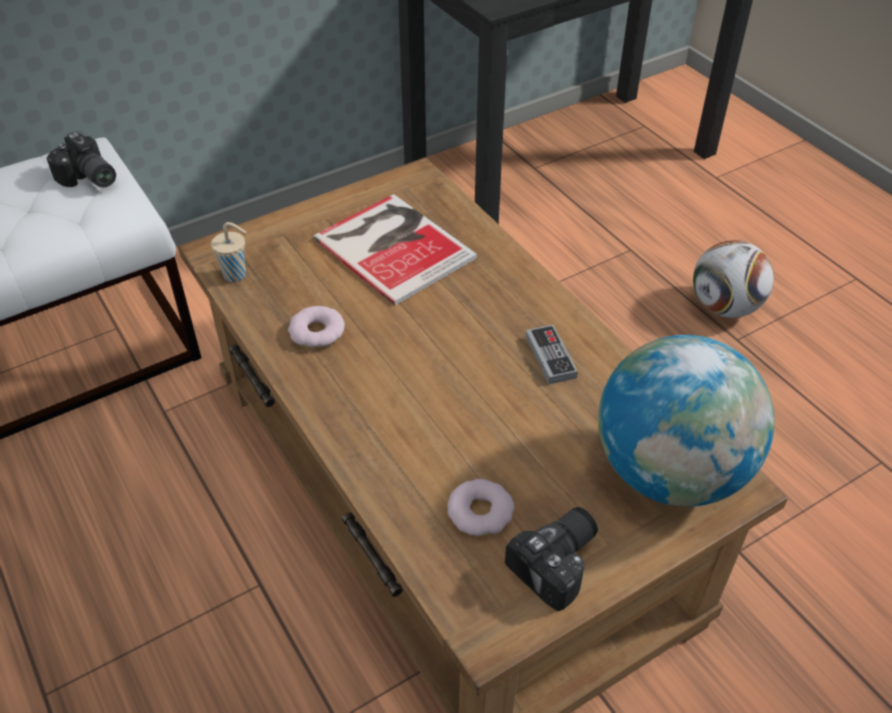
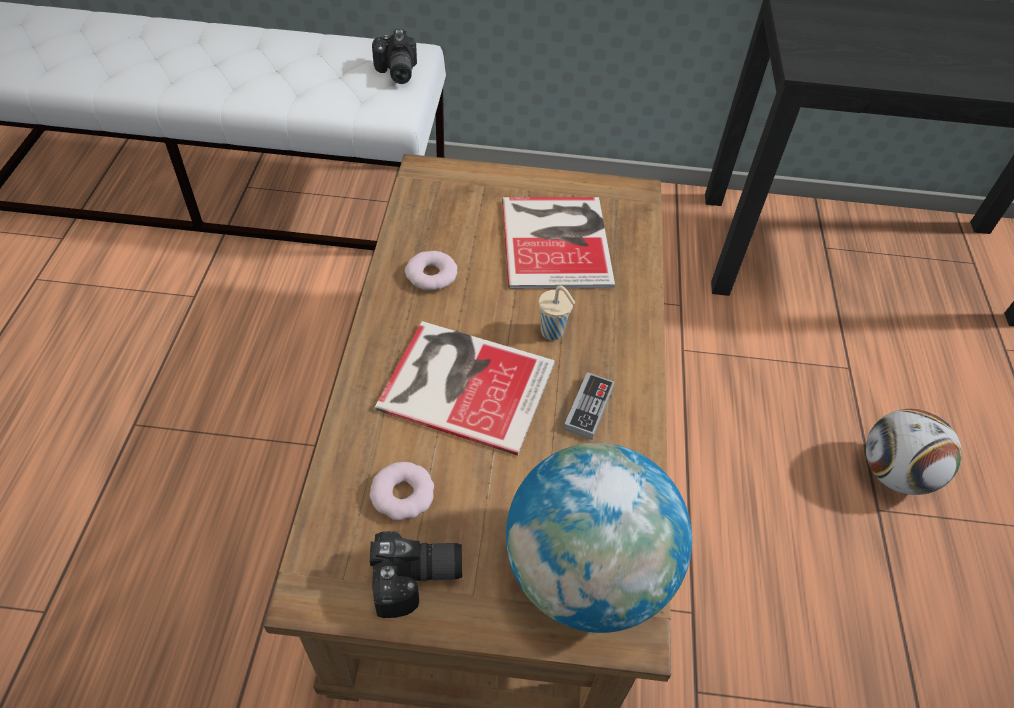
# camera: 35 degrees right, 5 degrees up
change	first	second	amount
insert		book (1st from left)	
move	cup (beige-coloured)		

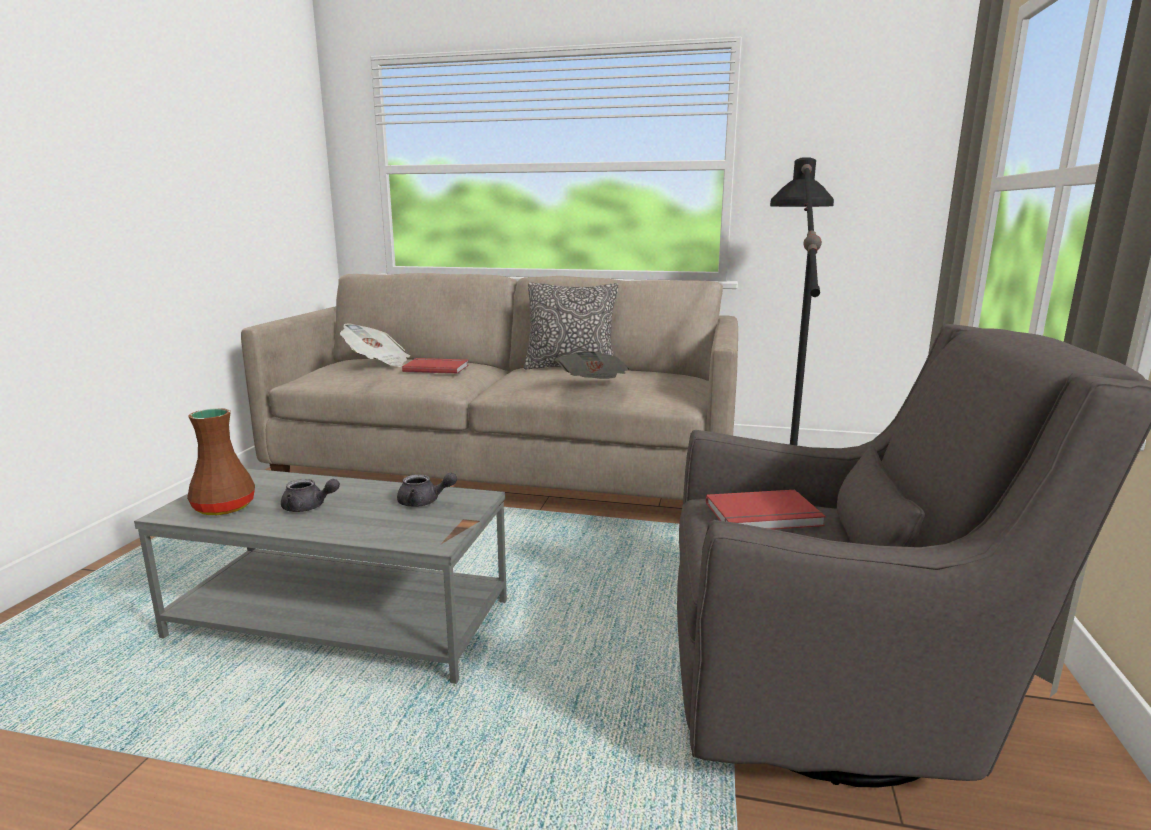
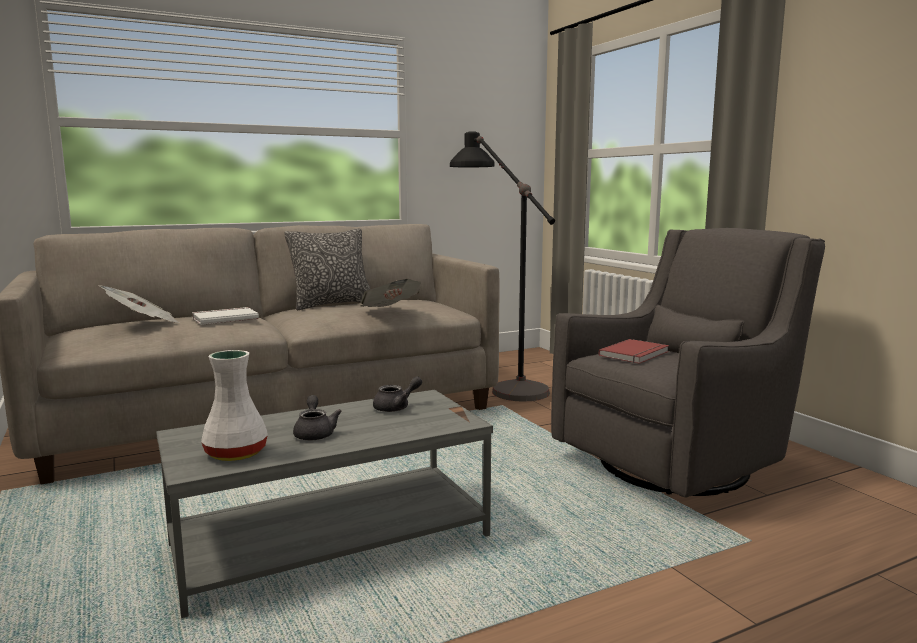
# camera: 40 degrees left, 5 degrees down
change	first	second	amount
recolor	vase (brownish)	vase (whitish)	
recolor	book (reddish) (1st from left)	book (whitish)	
rotate	pot for tea (greyish) (1st from left)		75 degrees counterclockwise

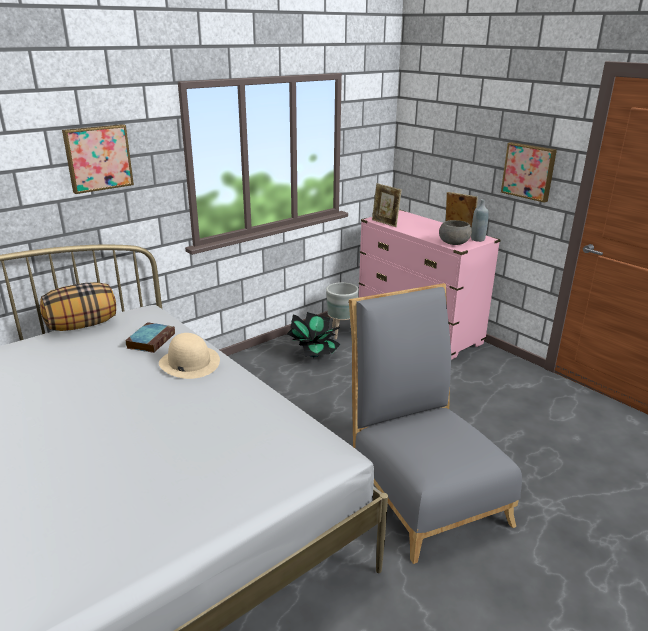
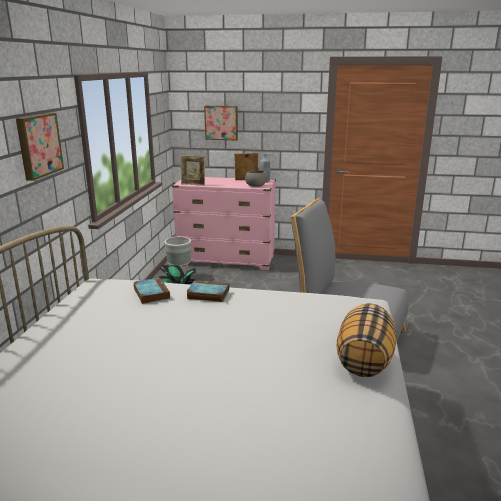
# camera: 40 degrees left, 5 degrees down
change	first	second	amount
move	throw pillow		
move	wall picture (2nd from left)		
replace	clothing hat (beige-coloured)	book (2nd from left)	

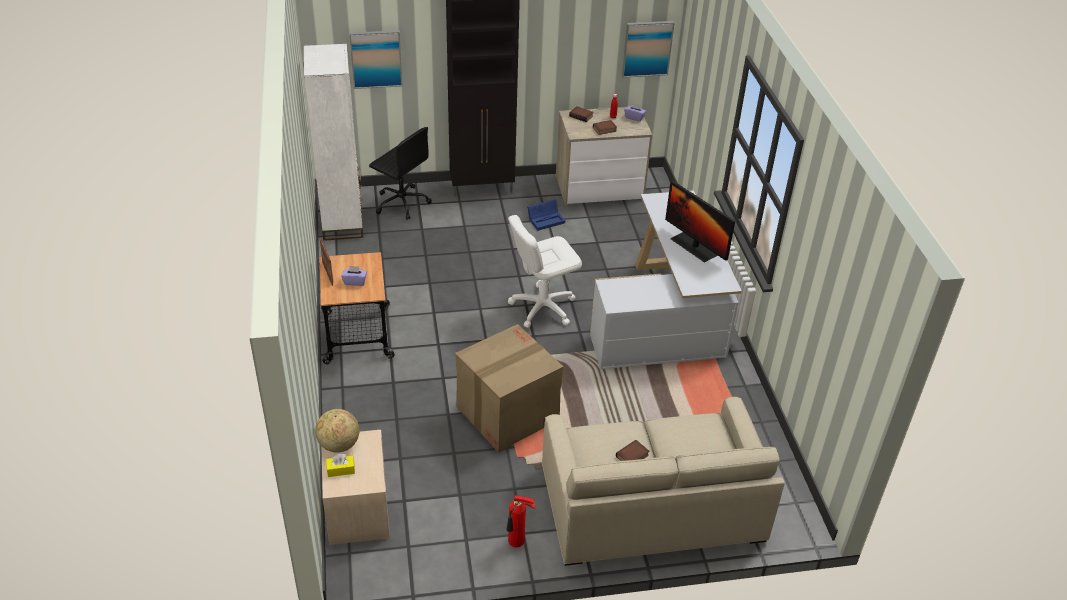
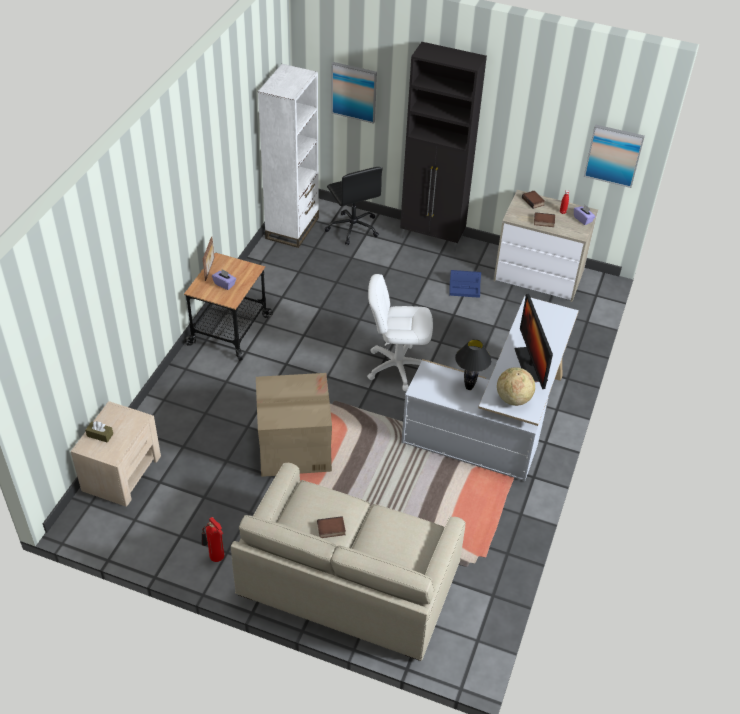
# camera: 30 degrees right, 5 degrees up
change	first	second	amount
insert		lamp for a table (black)	
move	globe		
recolor	tissue box (yellow)	tissue box (brownish)	

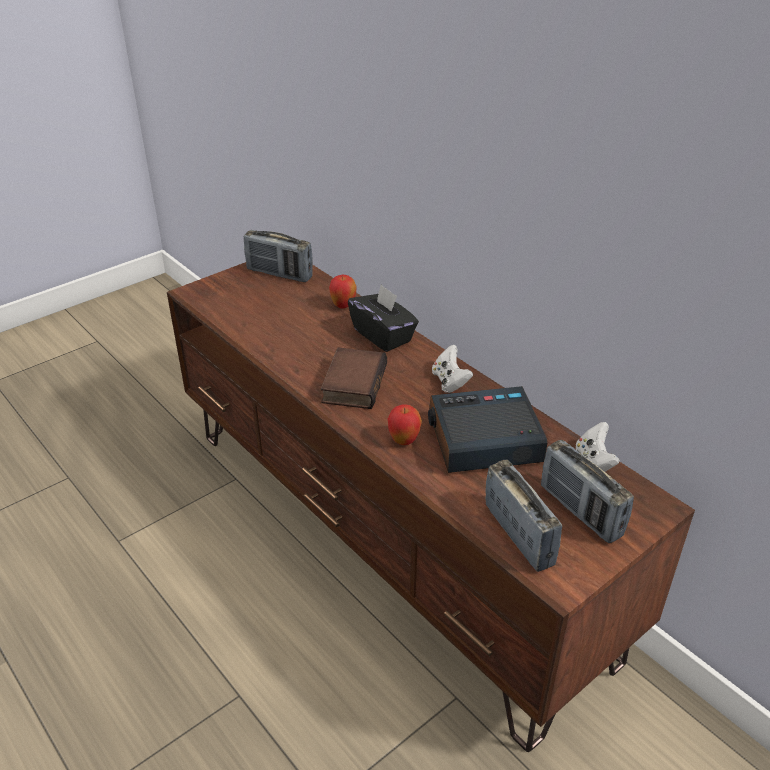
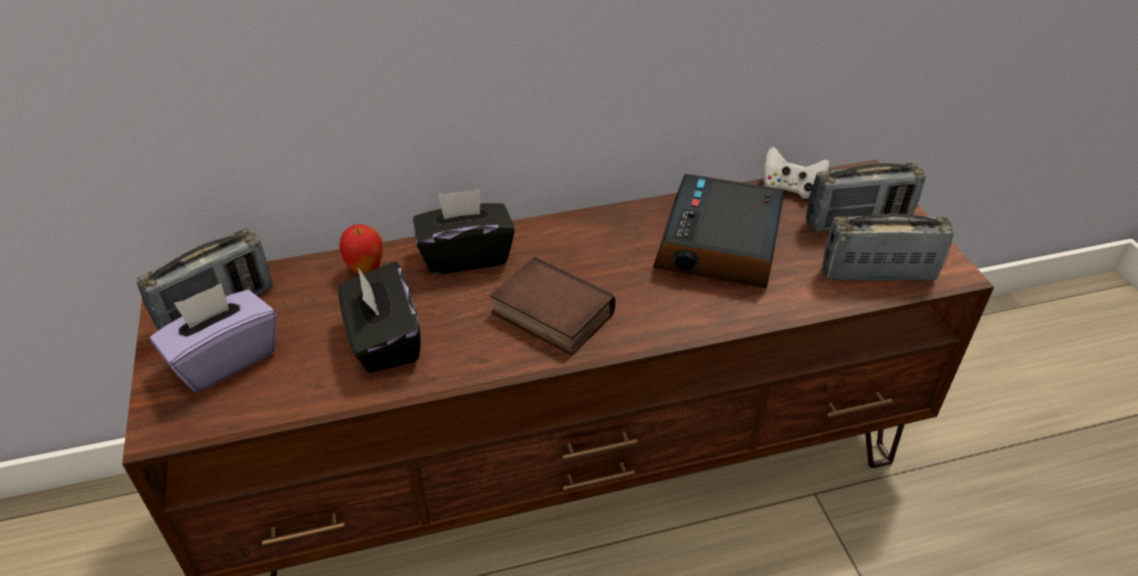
# camera: 65 degrees left, 5 degrees up
change	first	second	amount
delete	apple fruit (2nd from left)		
delete	gamepad (whitish) (1st from left)		
insert		tissue box (purple)	
insert		tissue box (black) (1st from left)	

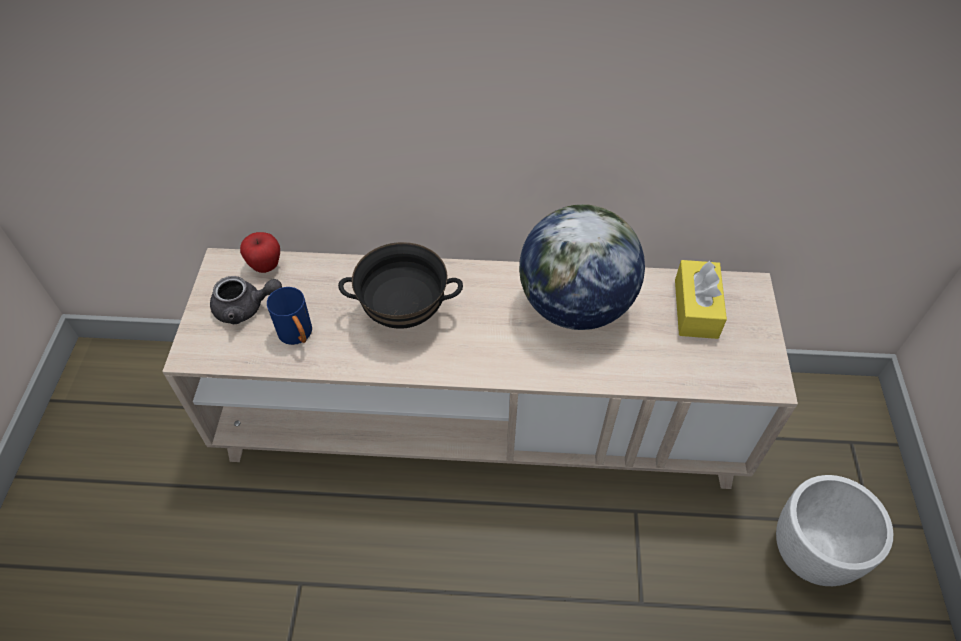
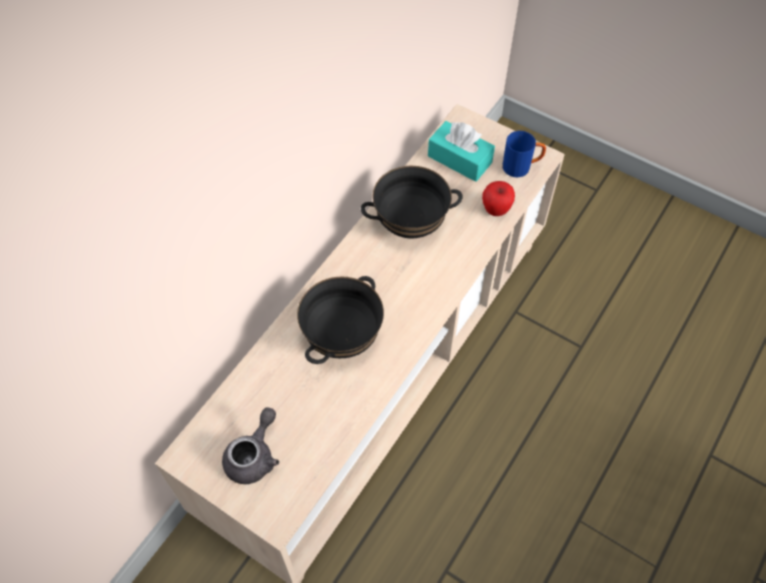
# camera: 60 degrees left, 5 degrees up
change	first	second	amount
delete	planter (whitish)		
move	apple fruit		
move	tea mug (blue-coloured)		
replace	globe	deep dish (black) (2nd from left)	
recolor	tissue box (yellow)	tissue box (turquoise-coloured)	

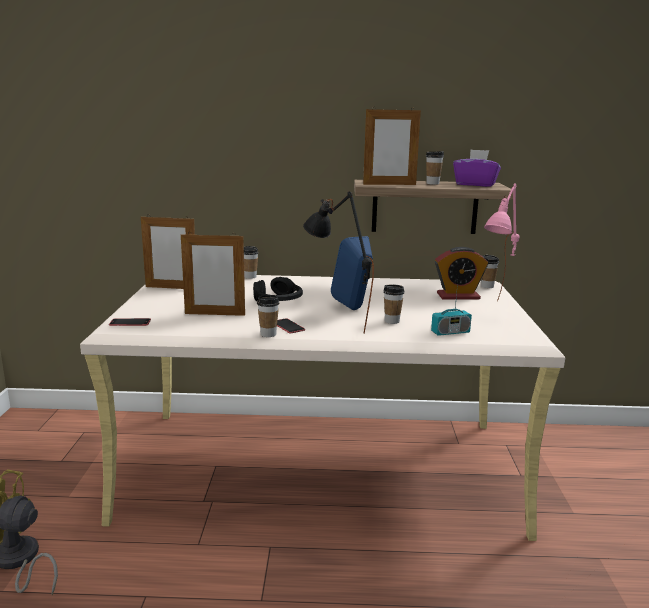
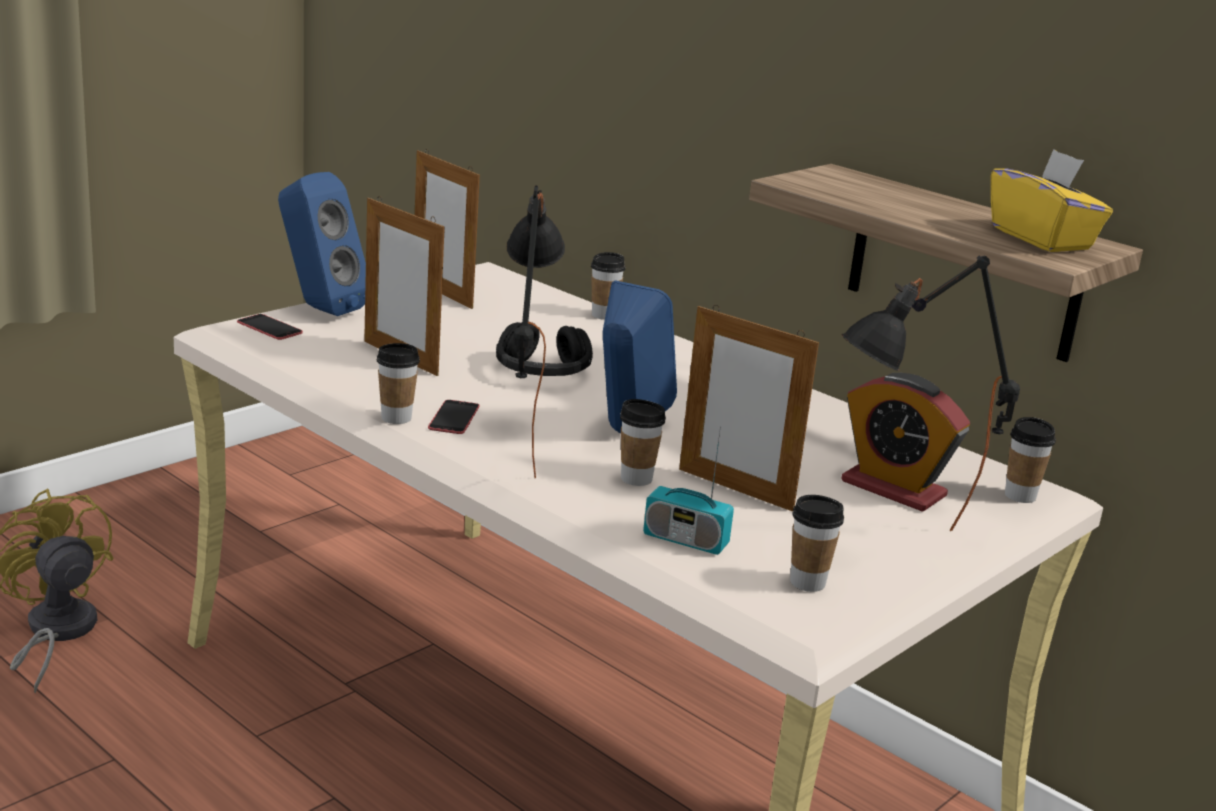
# camera: 40 degrees right, 5 degrees up
change	first	second	amount
insert		audio speaker (blue-coloured) (1st from left)	
move	picture frame (3rd from left)		
move	cup (4th from left)		
recolor	tissue box (purple)	tissue box (yellow)	
recolor	lamp for a table (pink)	lamp for a table (black) (2nd from left)	

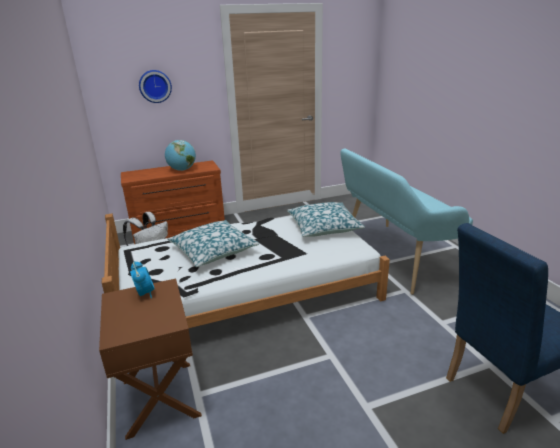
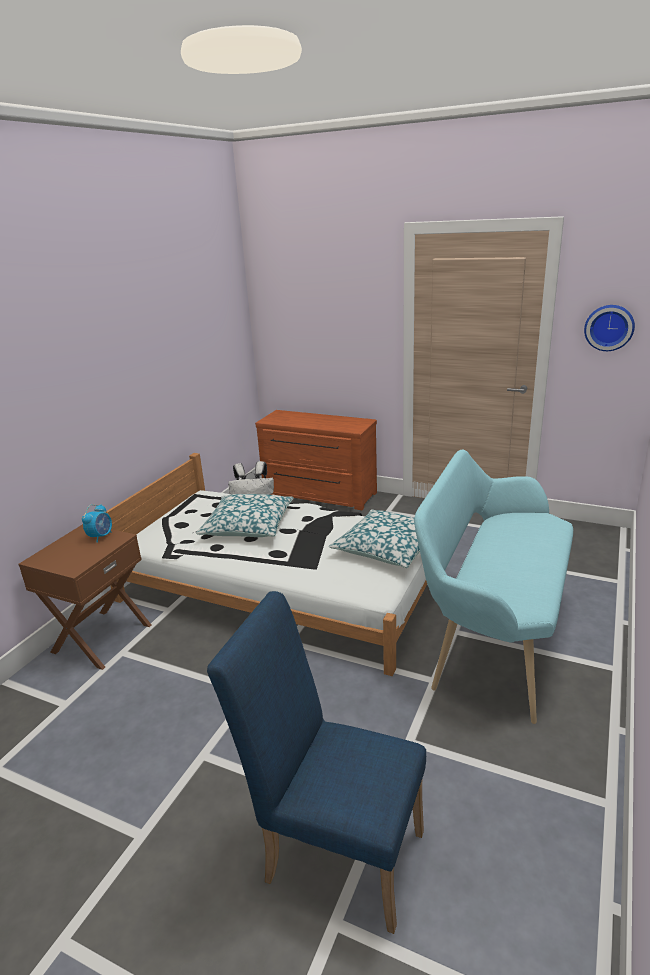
# camera: 45 degrees right, 0 degrees up
change	first	second	amount
delete	globe		
move	clock on the wall		

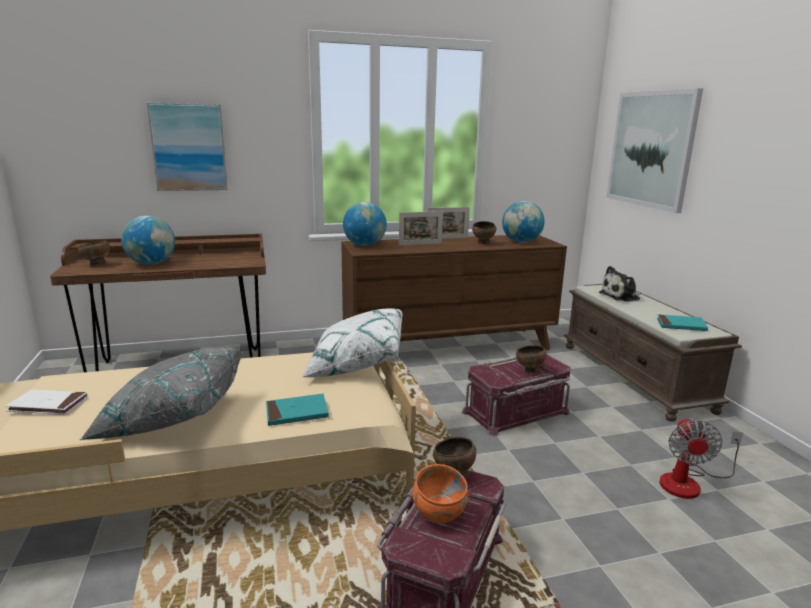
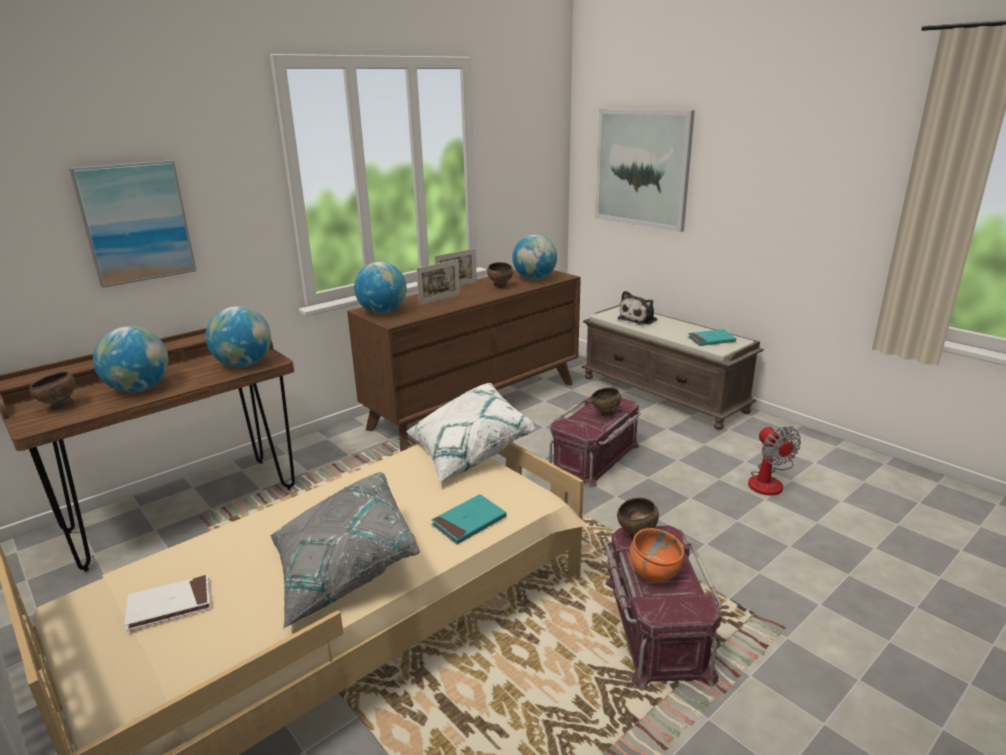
# camera: 25 degrees left, 5 degrees up
change	first	second	amount
insert		globe (2nd from left)	

